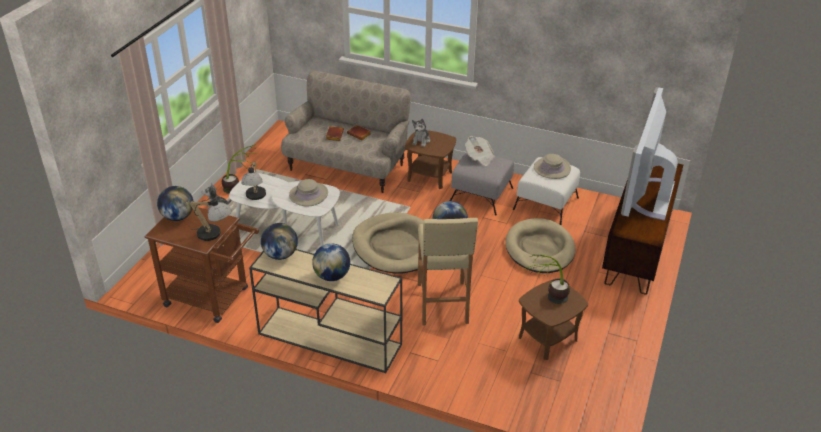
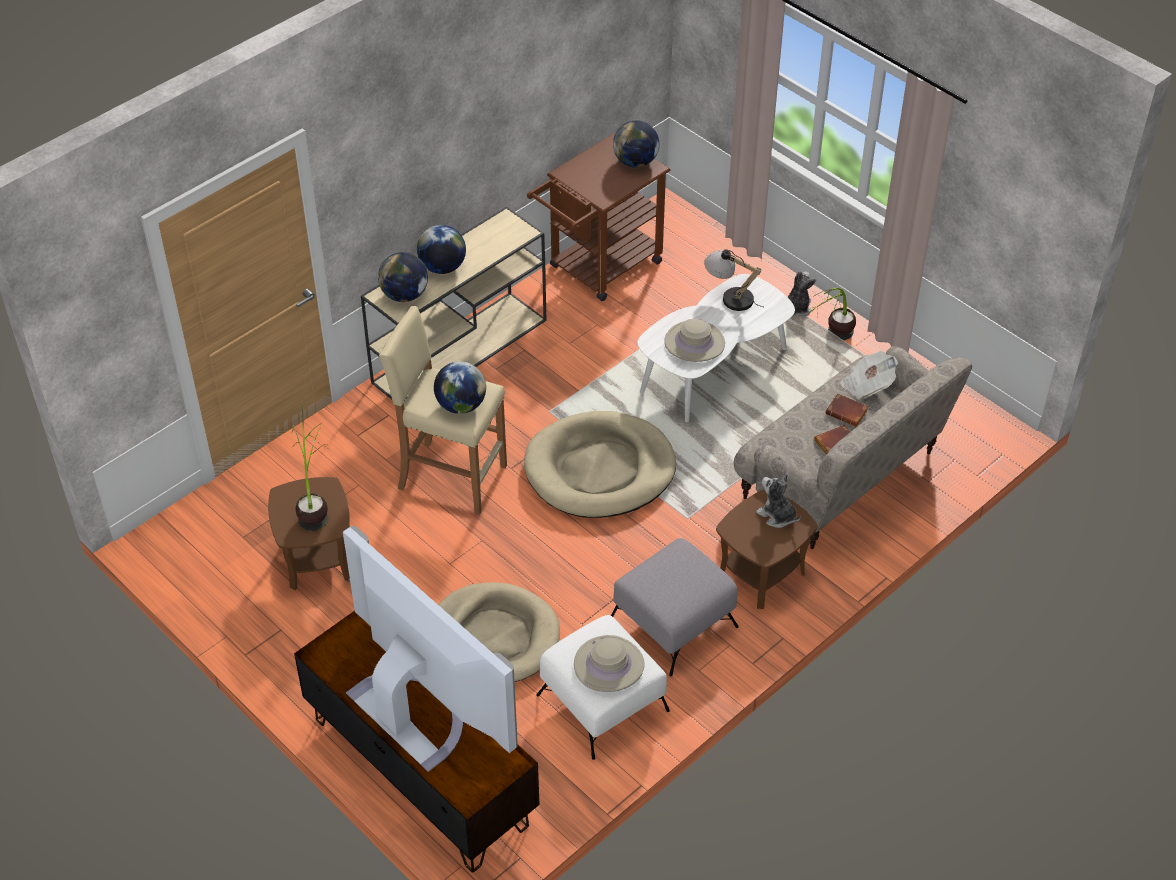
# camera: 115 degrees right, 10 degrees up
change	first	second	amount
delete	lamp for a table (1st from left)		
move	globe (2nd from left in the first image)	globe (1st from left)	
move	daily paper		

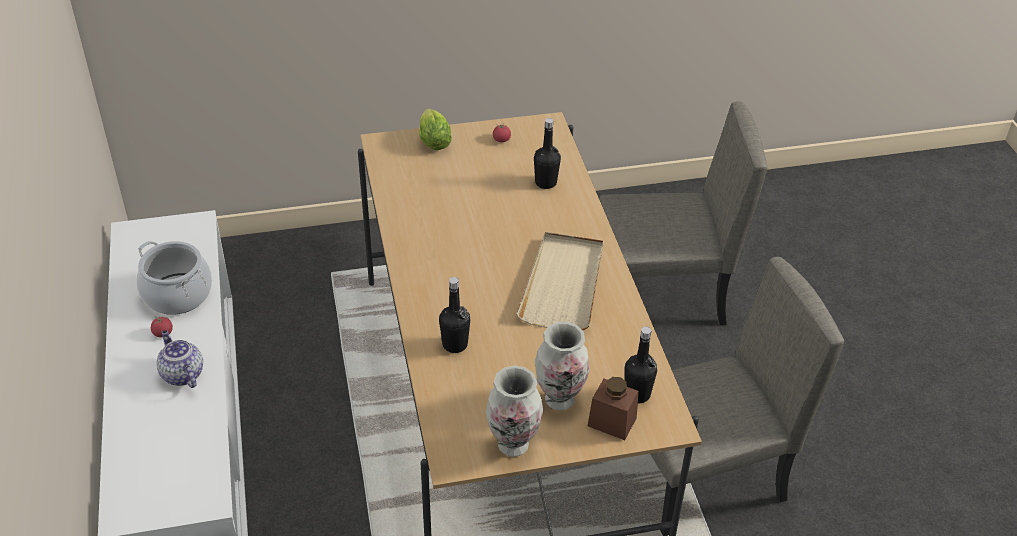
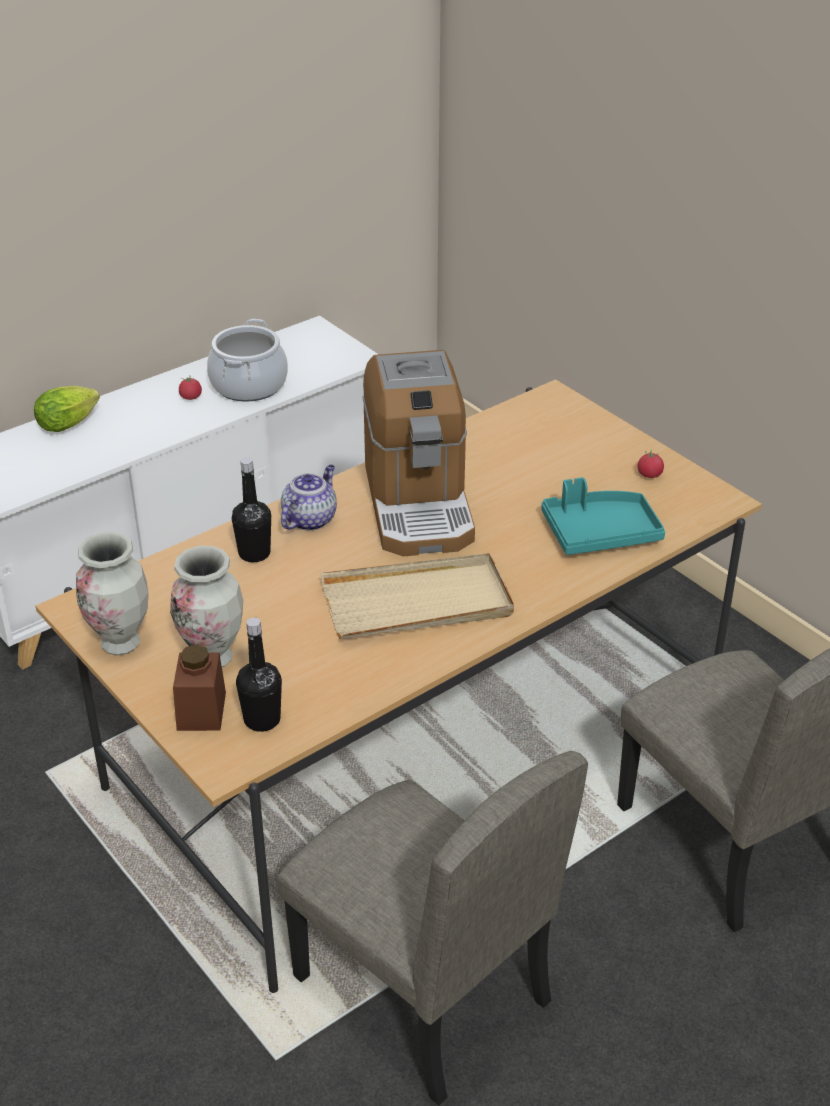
# camera: 65 degrees right, 5 degrees down
change	first	second	amount
insert		coffee brewer	
move	pot for tea		
move	head of lettuce		
replace	beverage bottle (black) (2nd from left)	serving tray (turquoise-coloured)	

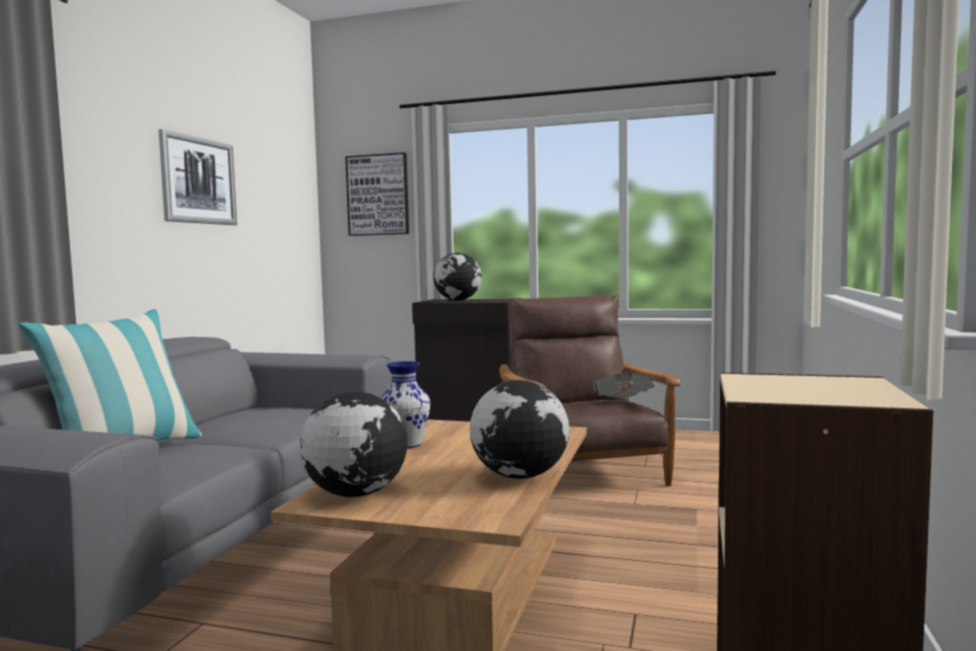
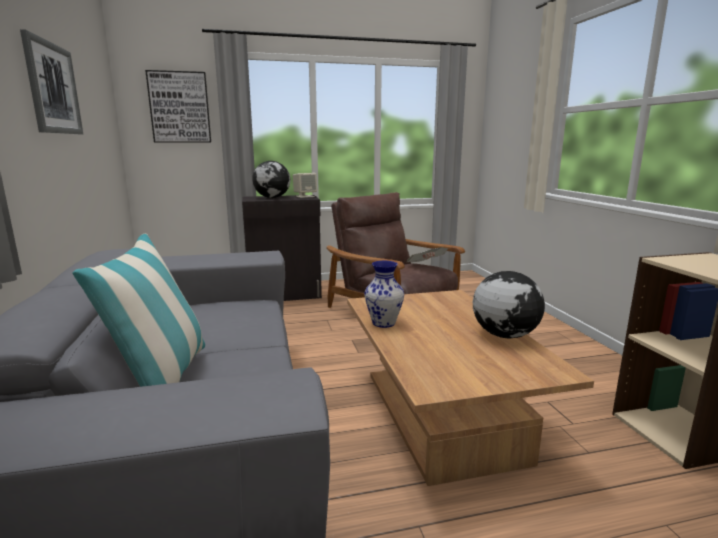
# camera: 30 degrees left, 10 degrees up
change	first	second	amount
delete	globe (1st from left)		
insert		audio speaker (beige-coloured)	

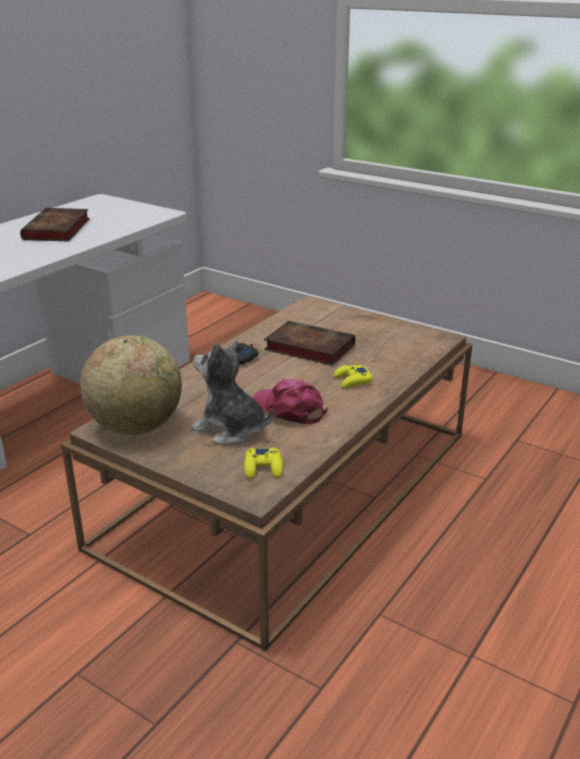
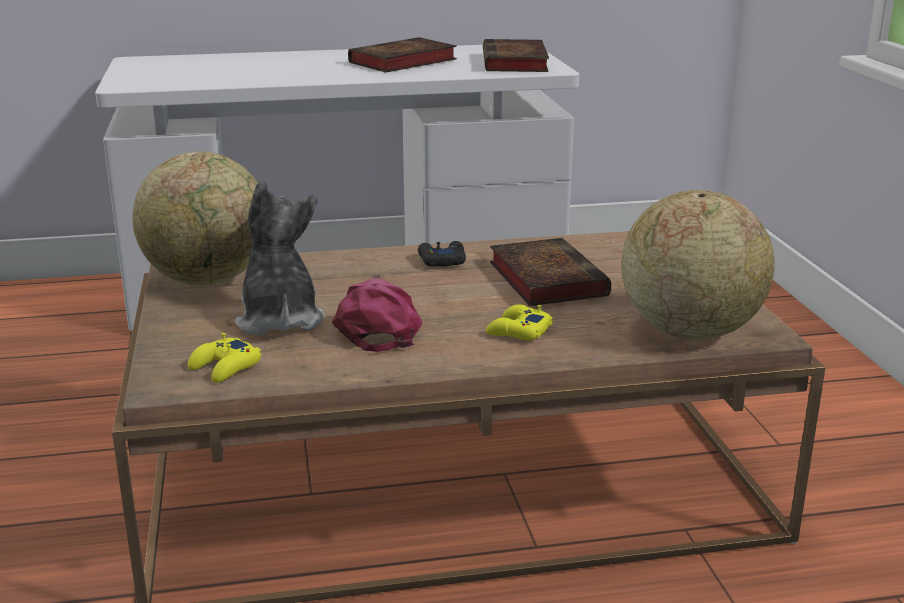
# camera: 45 degrees right, 5 degrees down
change	first	second	amount
insert		book (2nd from left)	
insert		globe (2nd from left)	

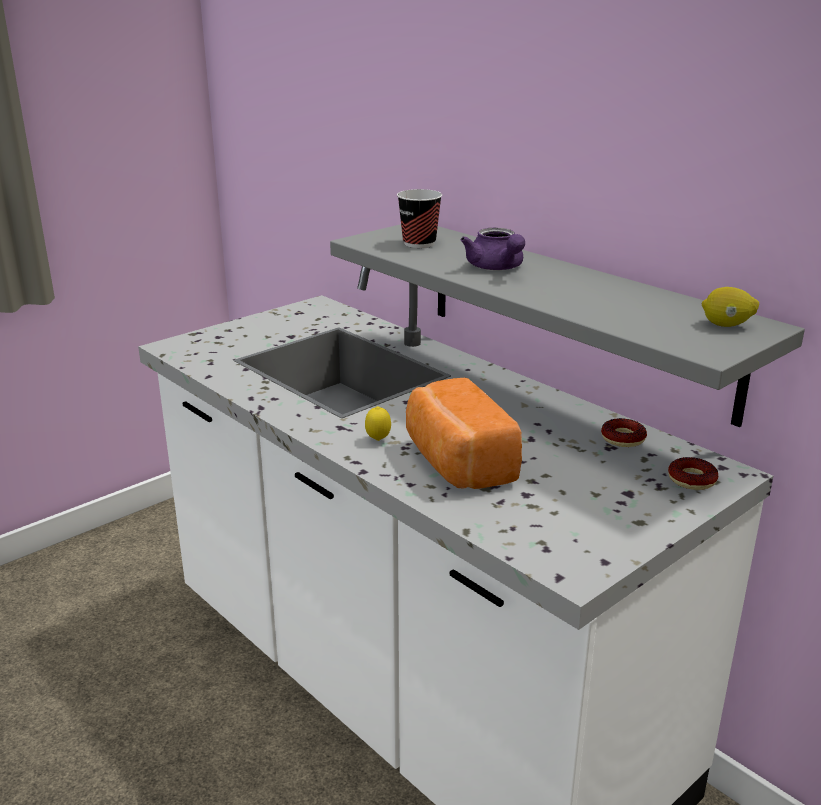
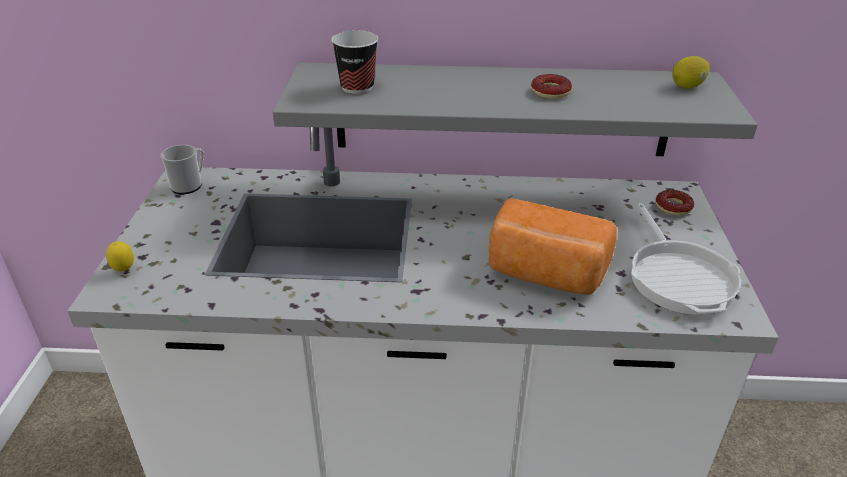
# camera: 45 degrees left, 10 degrees up
change	first	second	amount
delete	pot for tea (purple)		
insert		tea mug	
insert		skillet	
move	whole lemon (1st from left)		
move	donut (1st from left)		

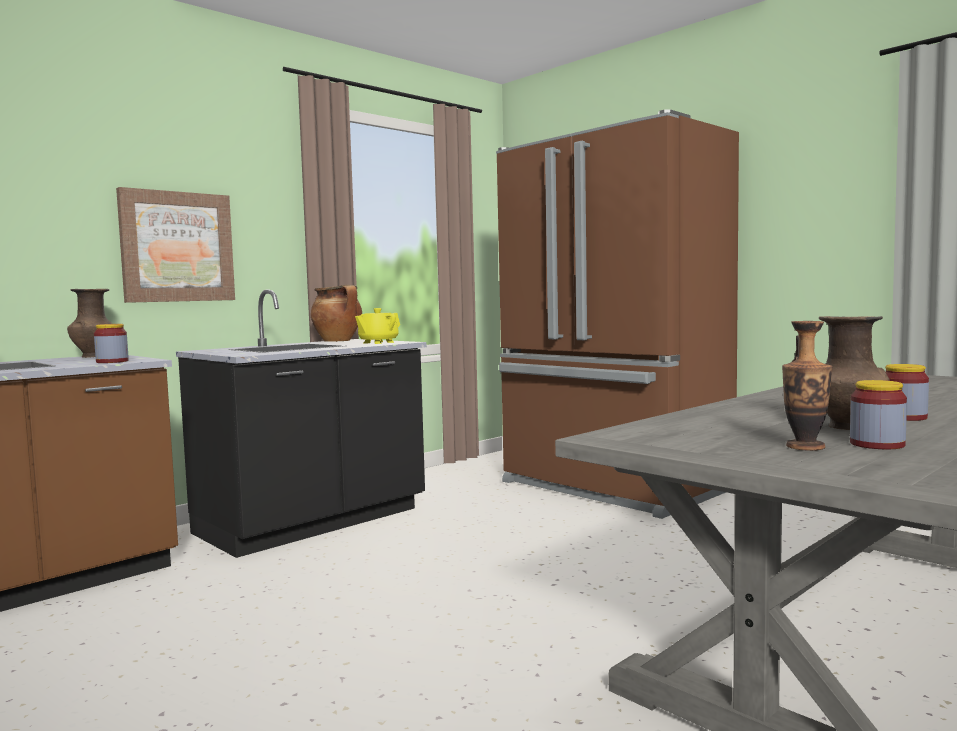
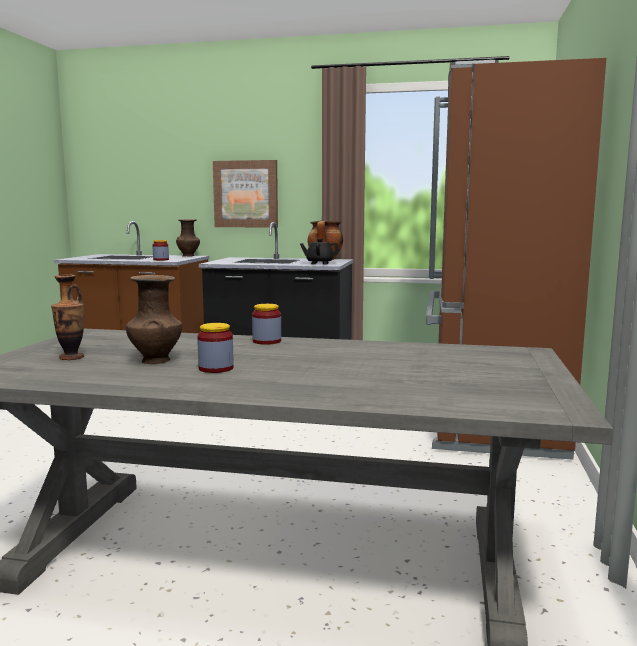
# camera: 55 degrees right, 5 degrees up
change	first	second	amount
move	storage jar (2nd from left in the first image)	storage jar (3rd from left)	
recolor	pot for tea (yellow)	pot for tea (black)	

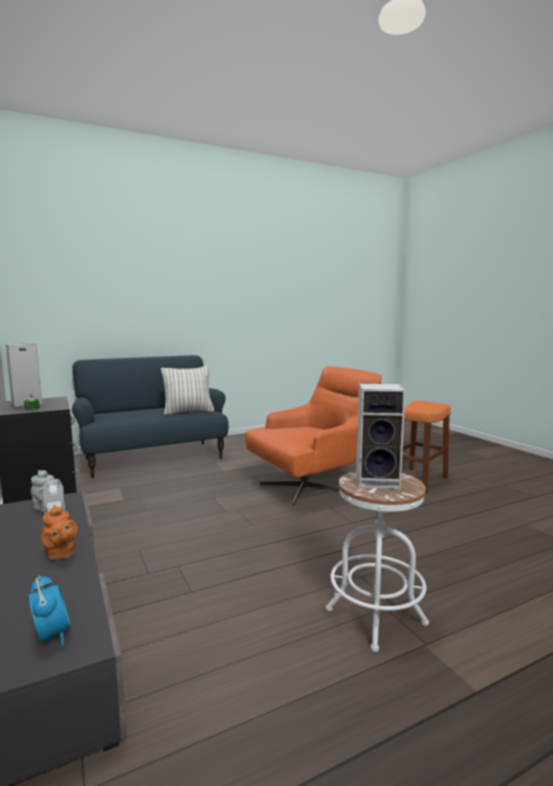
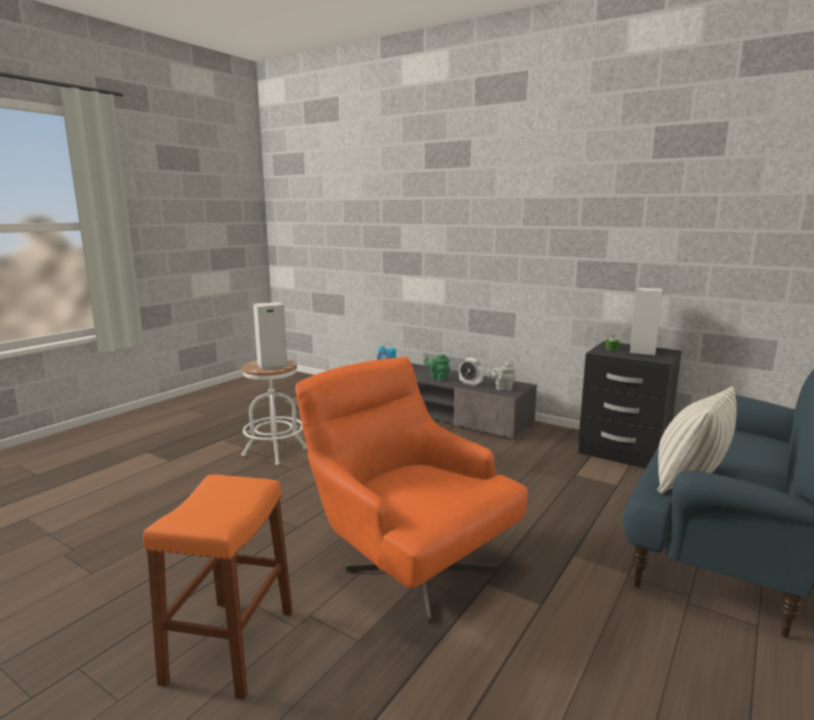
# camera: 150 degrees right, 5 degrees up
change	first	second	amount
recolor	pot for tea (orangey)	pot for tea (greenish)	
rotate	armchair (orangey)		105 degrees clockwise

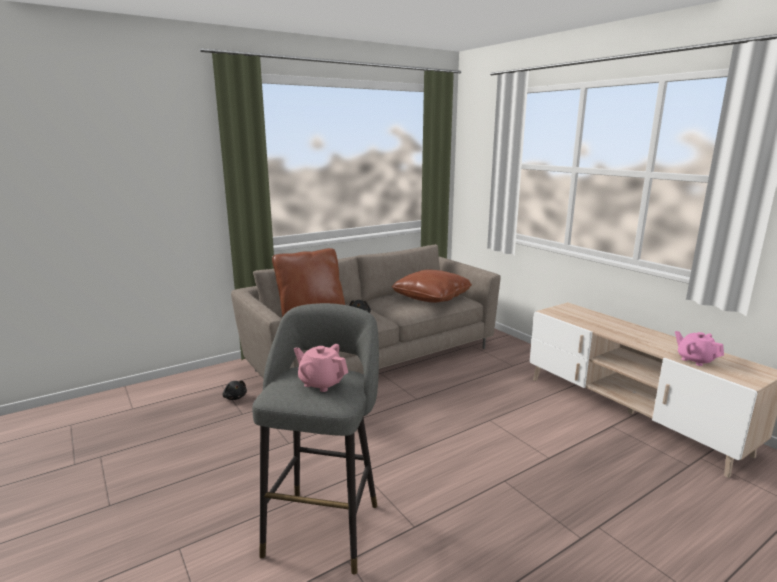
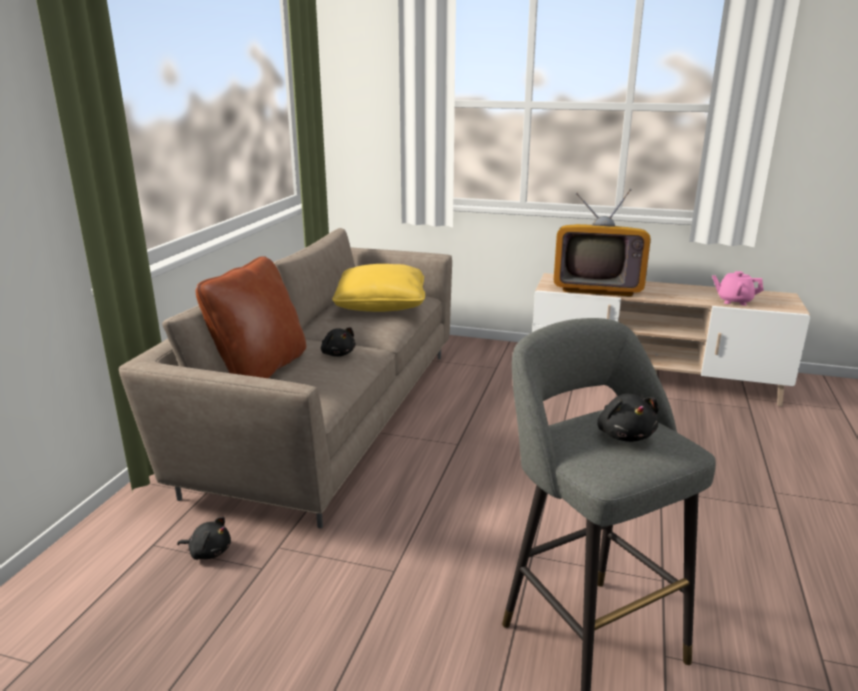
# camera: 40 degrees left, 5 degrees up
change	first	second	amount
insert		TV	
replace	pot for tea (pink) (1st from left)	plush toy (black) (3rd from left)	
recolor	throw pillow (brownish) (2nd from left)	throw pillow (yellow)	

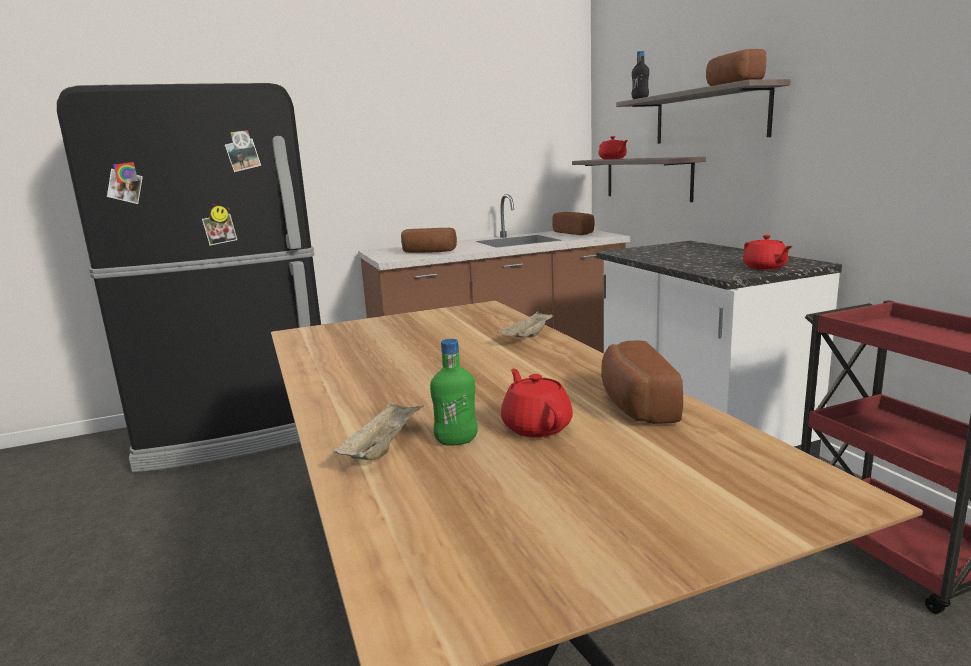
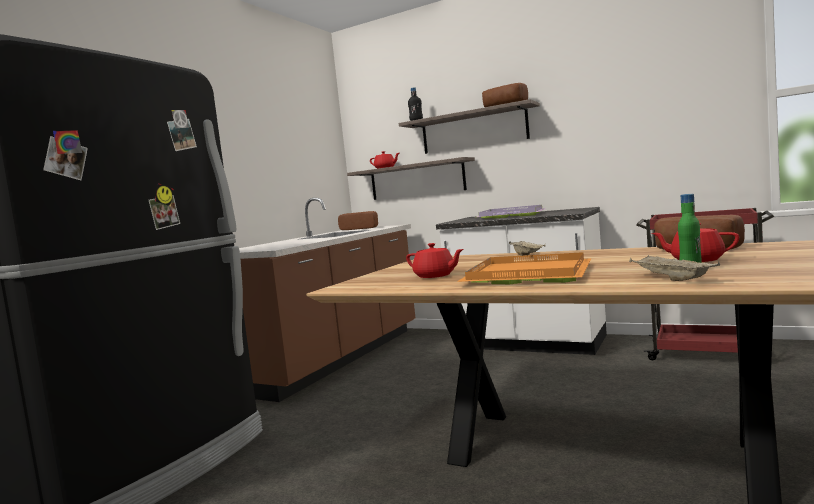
# camera: 40 degrees left, 10 degrees down
change	first	second	amount
delete	bakery bread (1st from left)		
insert		serving tray (orangey)	
insert		serving tray (purple)	
move	pot for tea (reddish) (3rd from left in the first image)	pot for tea (reddish) (2nd from left)	

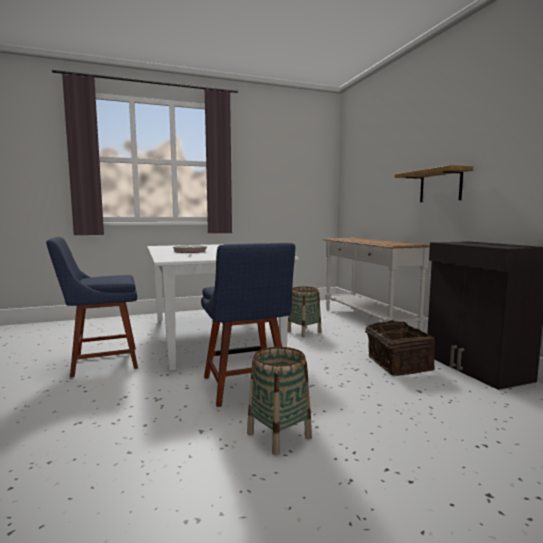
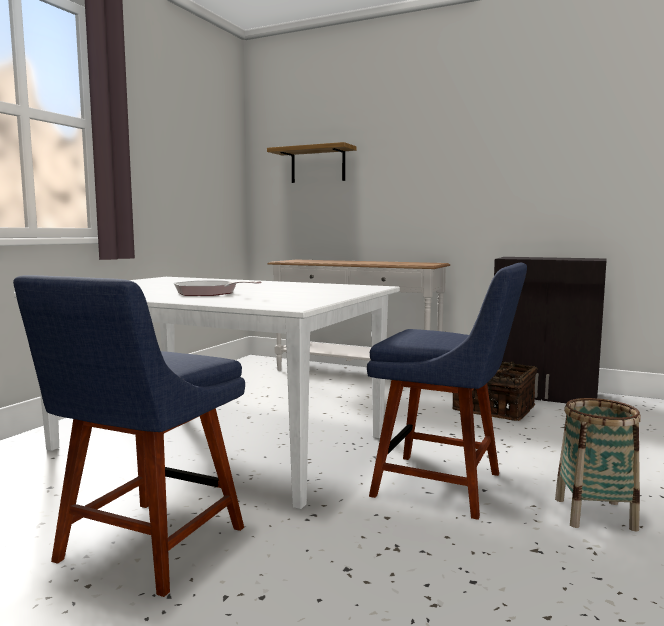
# camera: 45 degrees left, 0 degrees up
change	first	second	amount
delete	household basket (2nd from left)		
move	bracket shelf		

